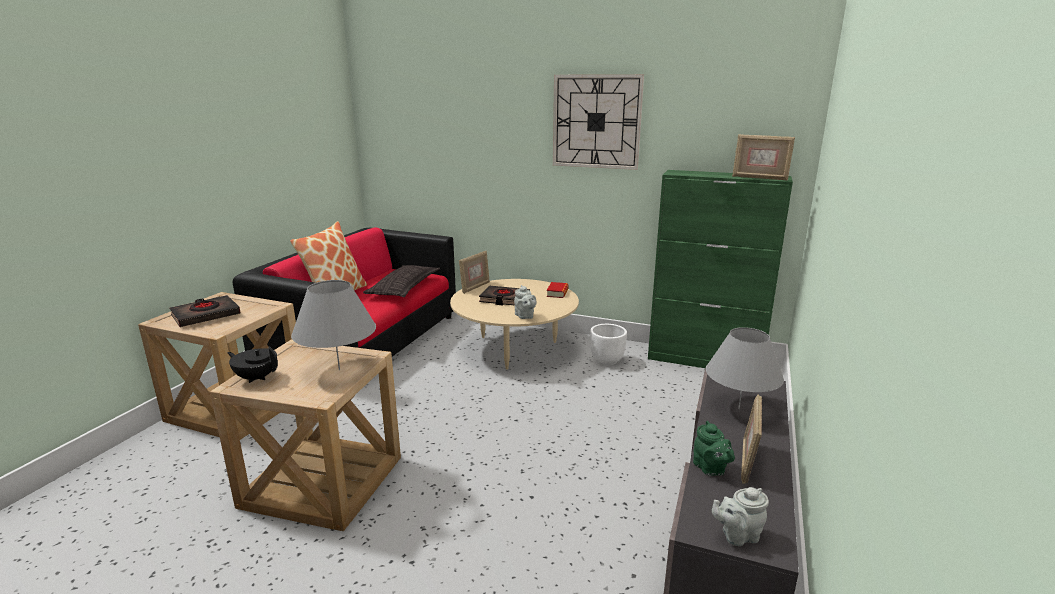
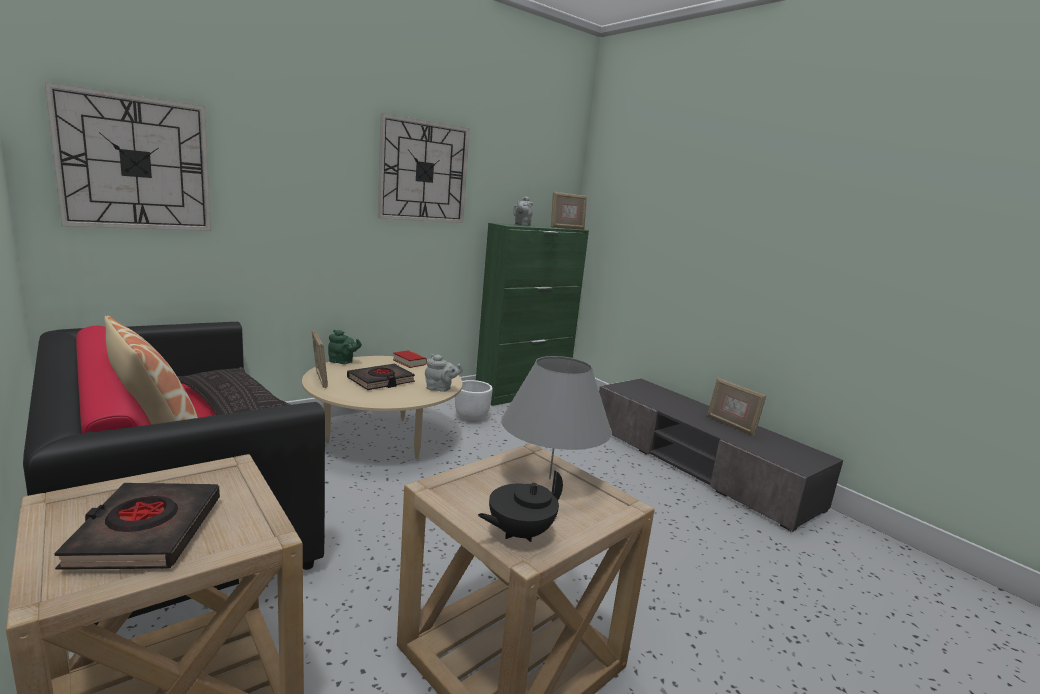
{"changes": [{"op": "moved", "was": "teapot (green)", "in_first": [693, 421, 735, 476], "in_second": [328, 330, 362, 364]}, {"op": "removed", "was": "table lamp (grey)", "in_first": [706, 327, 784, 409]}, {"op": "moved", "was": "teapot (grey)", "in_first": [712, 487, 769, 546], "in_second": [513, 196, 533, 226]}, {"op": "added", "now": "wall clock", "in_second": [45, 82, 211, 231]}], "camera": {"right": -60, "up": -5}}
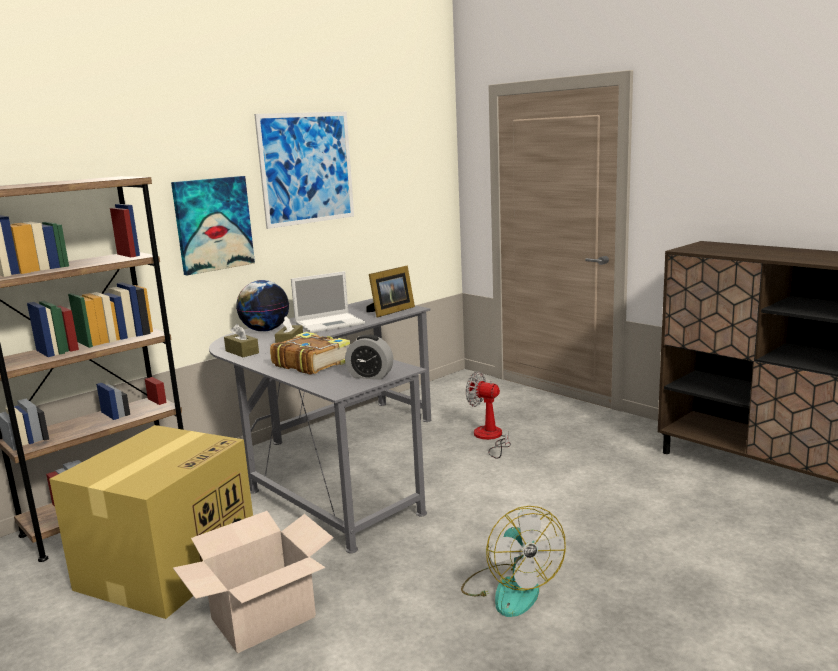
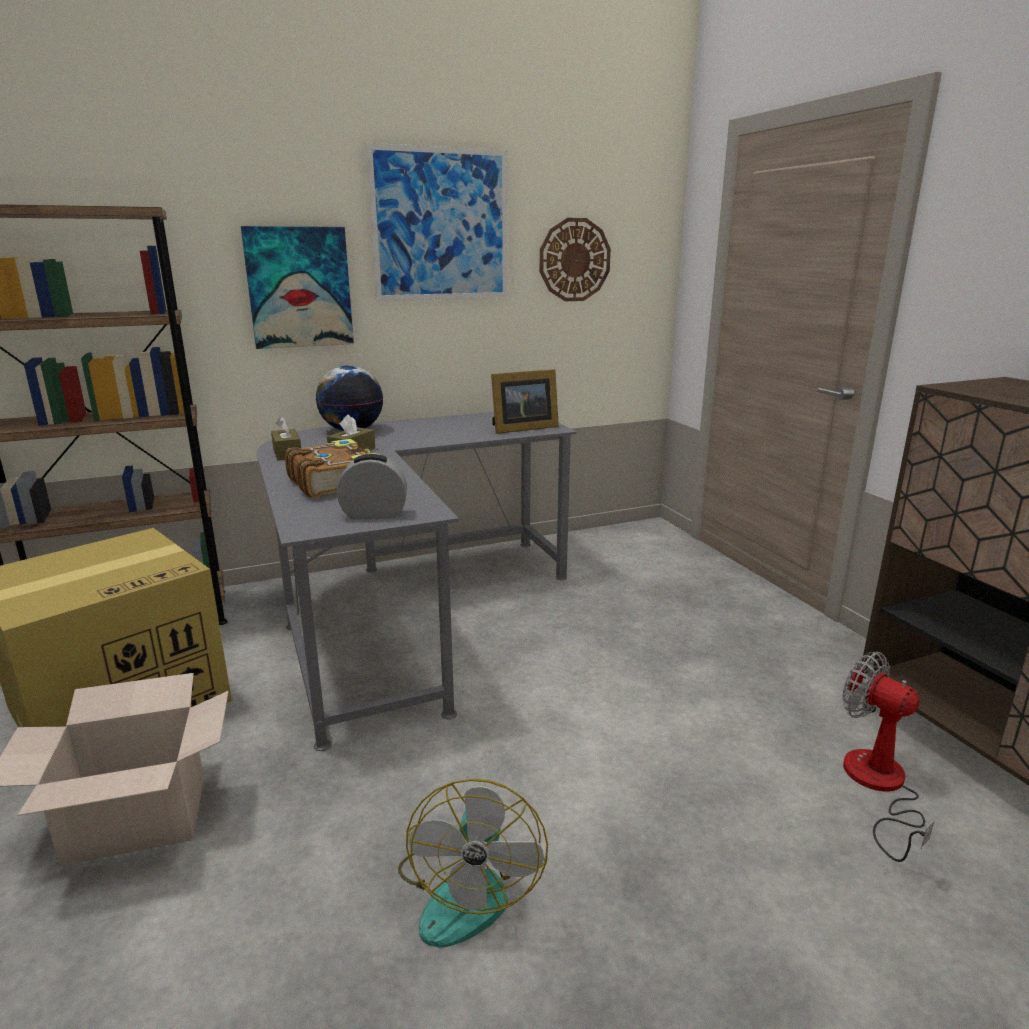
{"changes": [{"op": "removed", "was": "laptop", "in_first": [291, 271, 365, 333]}, {"op": "turned", "was": "alarm clock", "in_first": [345, 334, 393, 380], "in_second": [337, 454, 407, 520], "clockwise": 135}, {"op": "moved", "was": "fan", "in_first": [466, 371, 511, 459], "in_second": [843, 651, 935, 862]}, {"op": "added", "now": "wall clock", "in_second": [540, 218, 611, 301]}], "camera": {"right": 20, "up": 5}}
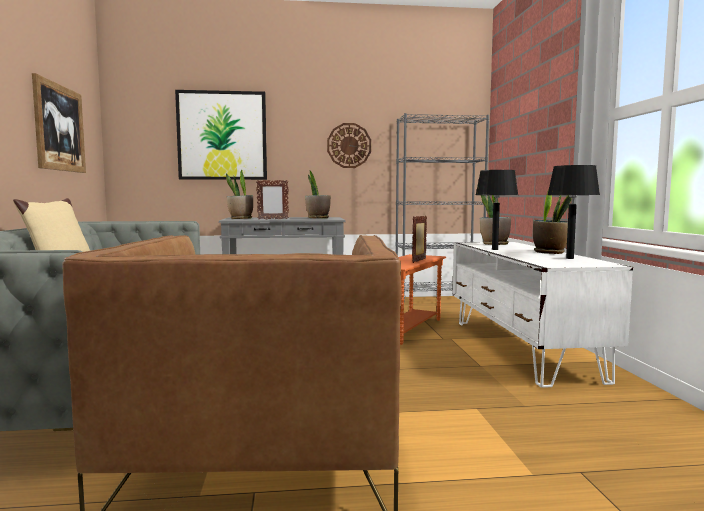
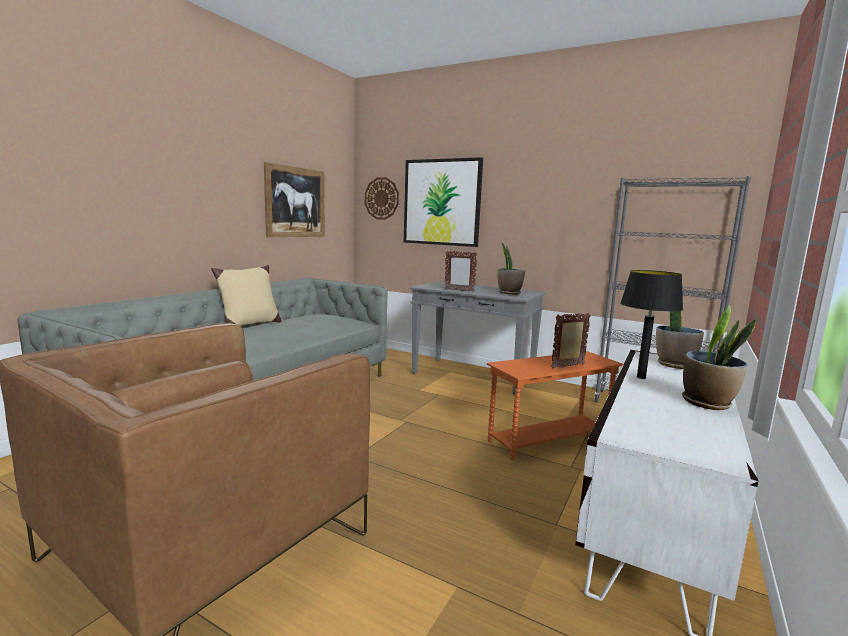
{"changes": [{"op": "removed", "was": "potted plant", "in_first": [226, 170, 253, 219]}, {"op": "moved", "was": "wall clock", "in_first": [327, 123, 371, 168], "in_second": [365, 177, 399, 220]}, {"op": "removed", "was": "table lamp (black)", "in_first": [547, 165, 600, 259]}], "camera": {"right": 35, "up": 5}}
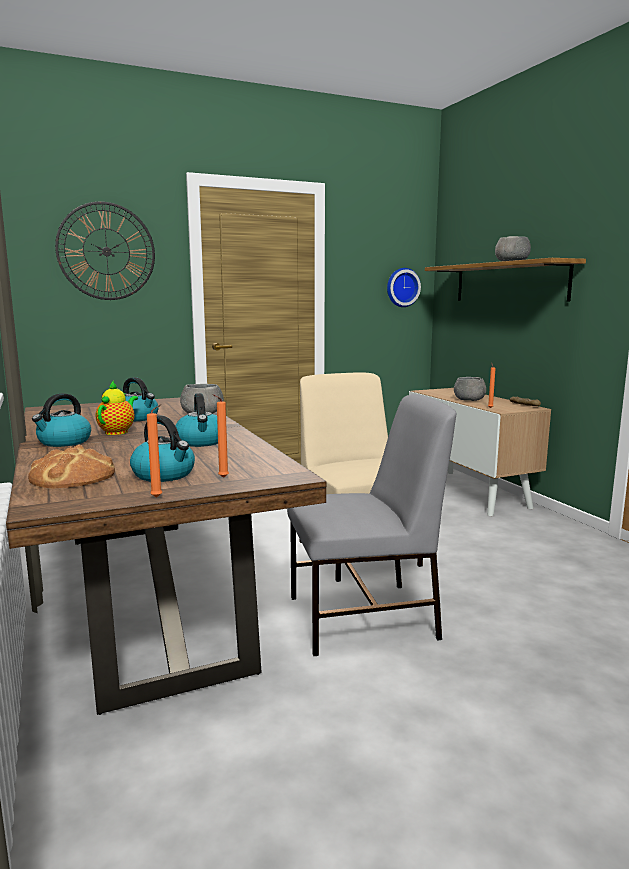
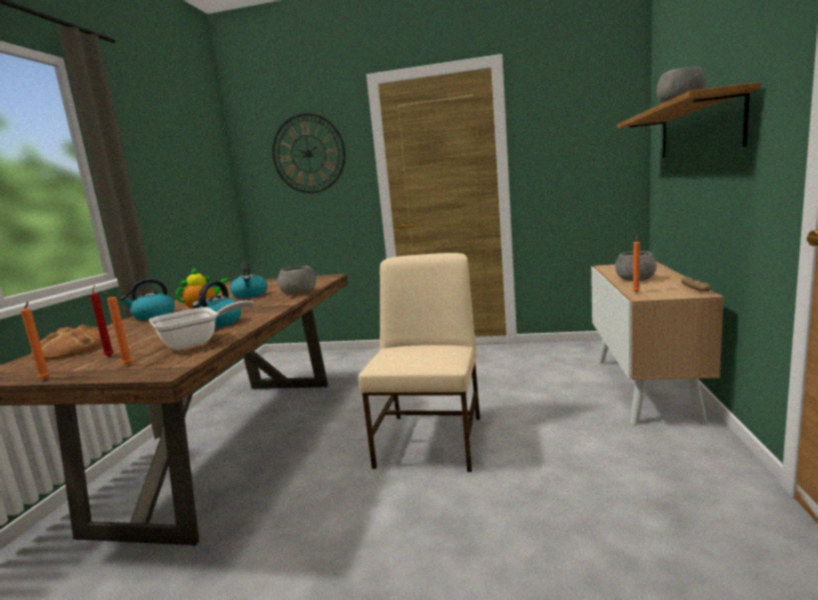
{"changes": [{"op": "replaced", "was": "kettle", "now": "candle (red)", "in_first": [130, 415, 195, 482], "in_second": [90, 285, 114, 357]}, {"op": "removed", "was": "chair (grey)", "in_first": [287, 394, 456, 656]}, {"op": "removed", "was": "wall clock", "in_first": [387, 268, 421, 307]}, {"op": "added", "now": "frying pan", "in_second": [149, 301, 255, 350]}], "camera": {"right": 35, "up": 0}}
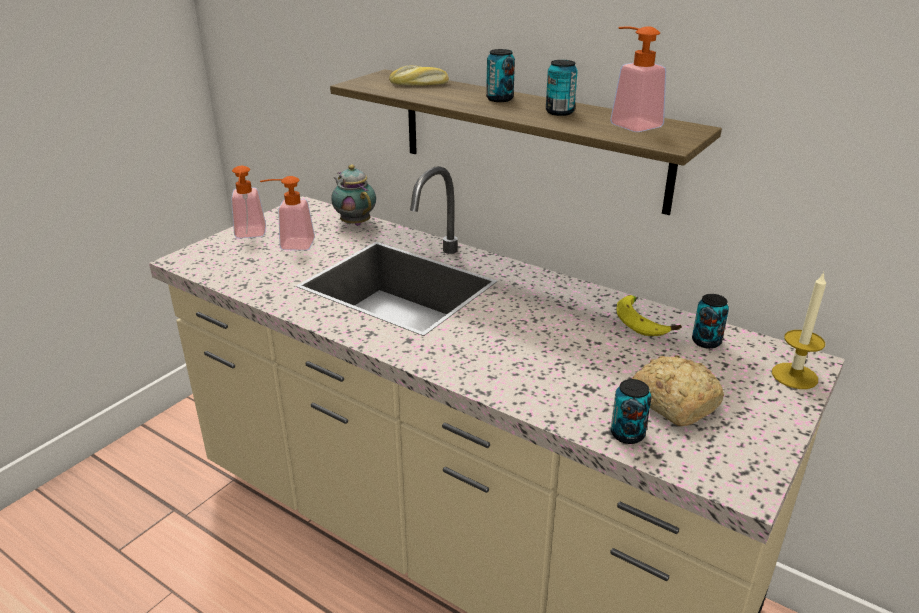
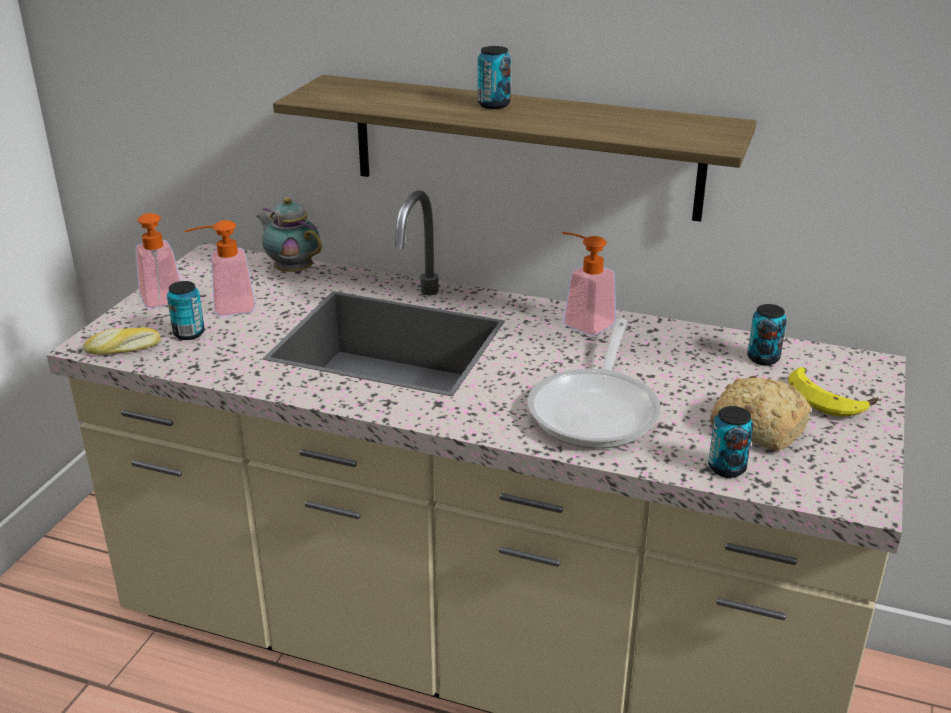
{"changes": [{"op": "moved", "was": "bread", "in_first": [389, 66, 449, 86], "in_second": [83, 327, 161, 355]}, {"op": "moved", "was": "can", "in_first": [546, 60, 578, 116], "in_second": [167, 281, 205, 340]}, {"op": "moved", "was": "soap dispenser", "in_first": [610, 26, 666, 132], "in_second": [562, 232, 616, 336]}, {"op": "moved", "was": "banana", "in_first": [616, 295, 682, 336], "in_second": [788, 367, 878, 417]}, {"op": "removed", "was": "candle", "in_first": [772, 272, 826, 389]}, {"op": "added", "now": "frying pan", "in_second": [527, 318, 661, 448]}], "camera": {"right": -15, "up": 0}}
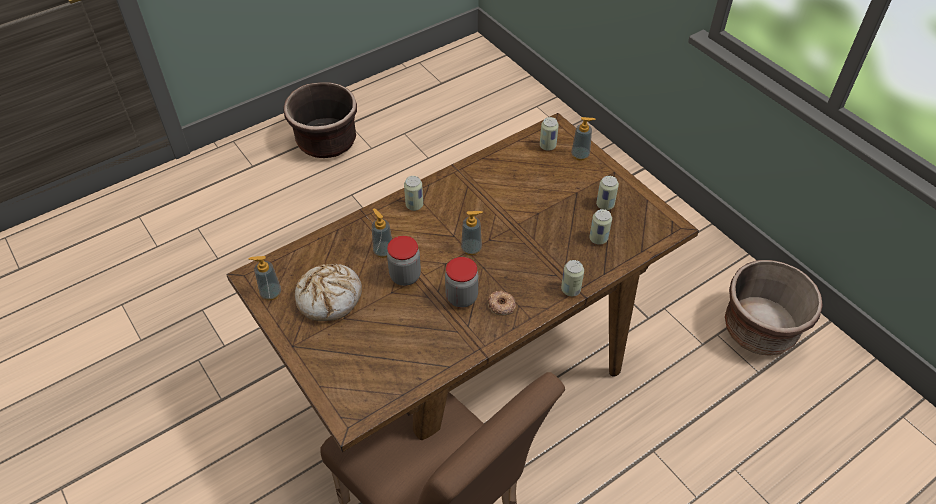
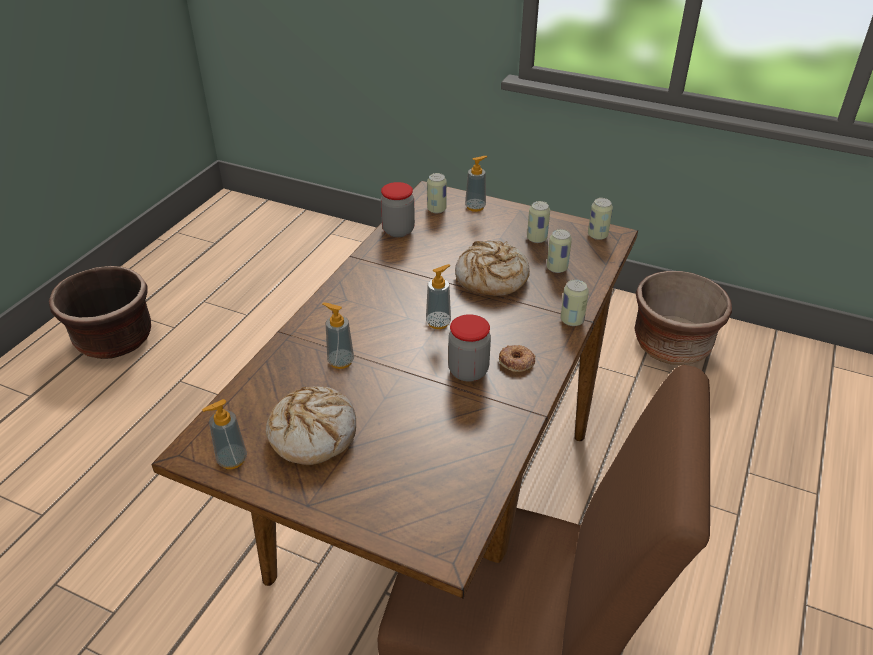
{"changes": [{"op": "moved", "was": "jar", "in_first": [387, 236, 421, 286], "in_second": [381, 182, 415, 237]}, {"op": "moved", "was": "can", "in_first": [404, 176, 423, 211], "in_second": [588, 198, 613, 240]}, {"op": "added", "now": "bread", "in_second": [455, 241, 530, 296]}], "camera": {"right": -30, "up": -10}}
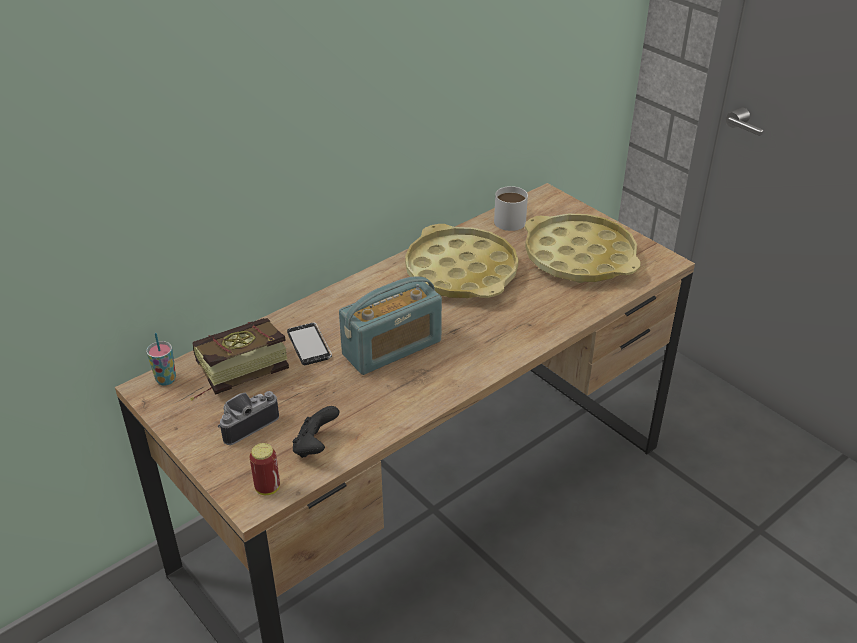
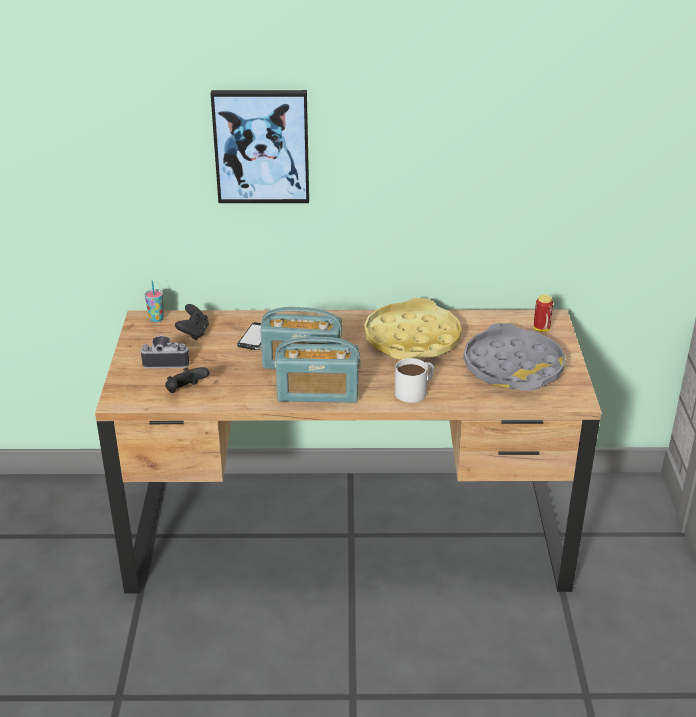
{"changes": [{"op": "replaced", "was": "book", "now": "game controller (black)", "in_first": [190, 318, 289, 401], "in_second": [175, 304, 209, 340]}, {"op": "moved", "was": "can", "in_first": [249, 443, 280, 495], "in_second": [534, 295, 553, 332]}, {"op": "moved", "was": "mug (white)", "in_first": [494, 186, 528, 231], "in_second": [395, 358, 434, 403]}, {"op": "recoloured", "was": "tray (yellow)", "now": "tray (grey)", "in_first": [525, 214, 641, 283], "in_second": [463, 323, 565, 391]}, {"op": "added", "now": "picture", "in_second": [211, 90, 309, 203]}, {"op": "added", "now": "radio", "in_second": [275, 337, 360, 403]}], "camera": {"right": 40, "up": -5}}
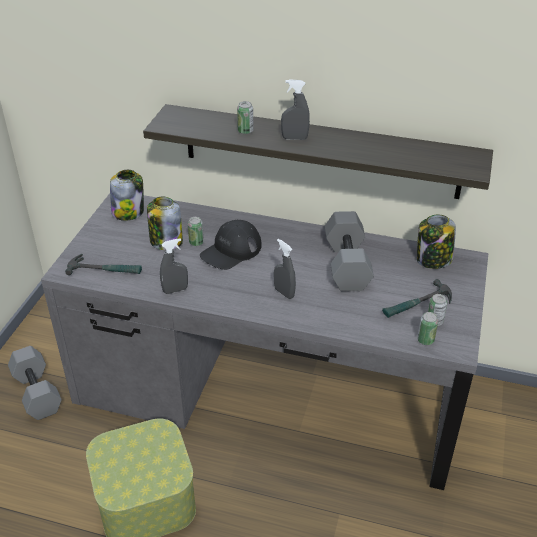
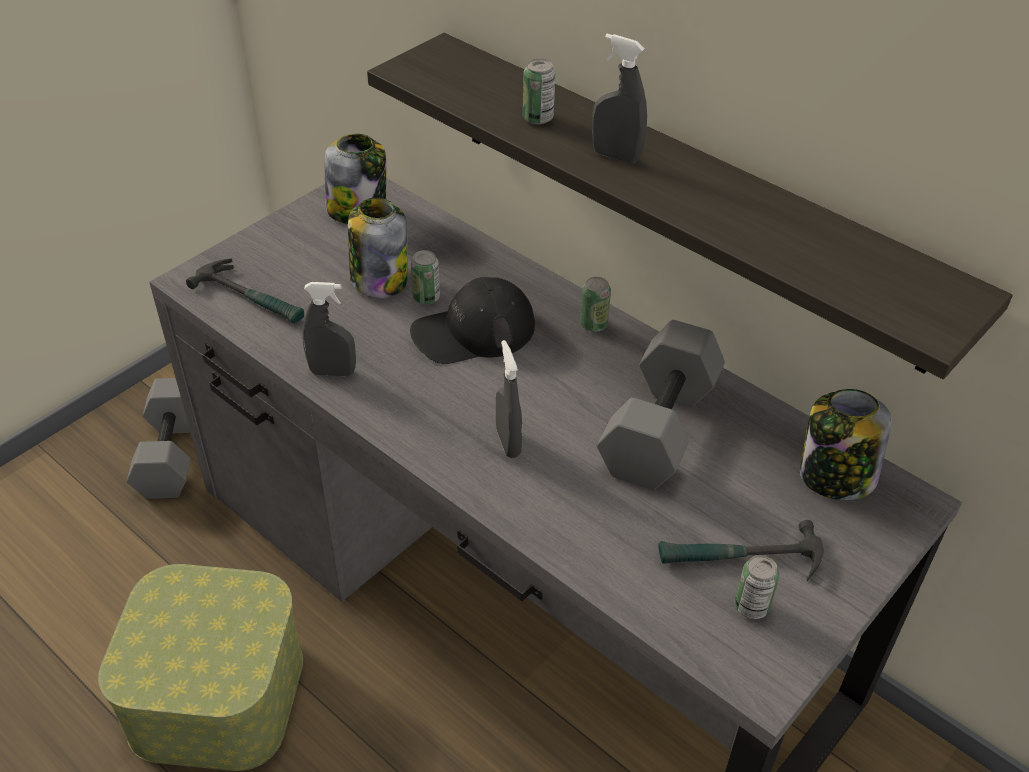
{"changes": [{"op": "moved", "was": "can", "in_first": [417, 312, 438, 345], "in_second": [580, 277, 611, 332]}], "camera": {"right": 25, "up": 5}}
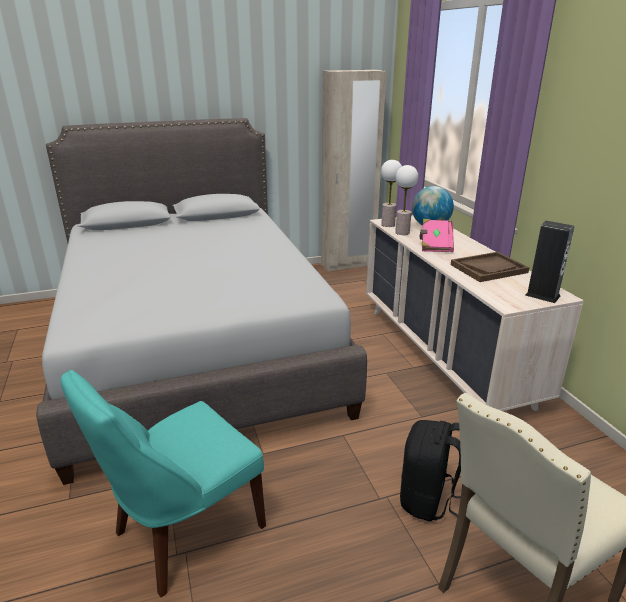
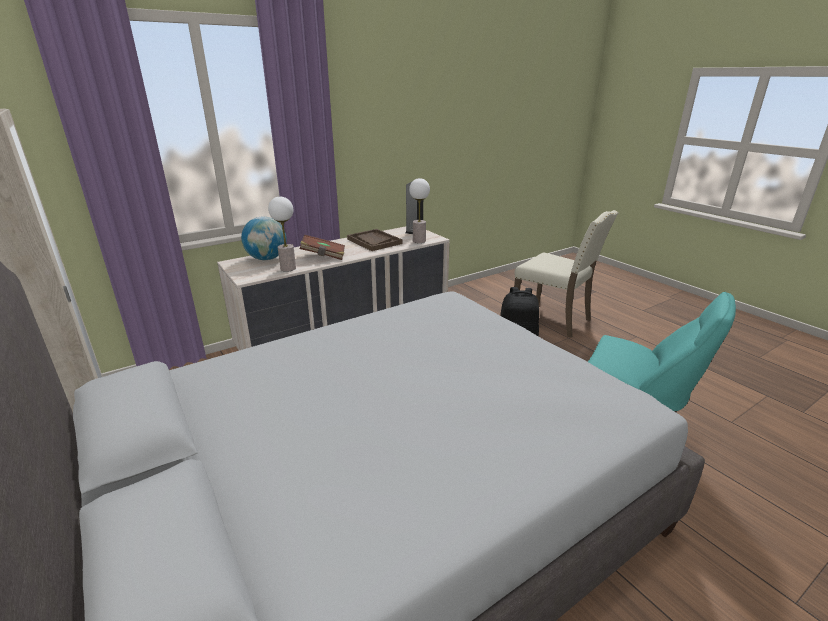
{"changes": [{"op": "moved", "was": "table lamp", "in_first": [381, 160, 402, 227], "in_second": [409, 178, 430, 243]}, {"op": "recoloured", "was": "book (pink)", "now": "book (brown)", "in_first": [420, 219, 454, 252], "in_second": [300, 234, 345, 260]}], "camera": {"right": -105, "up": 0}}
